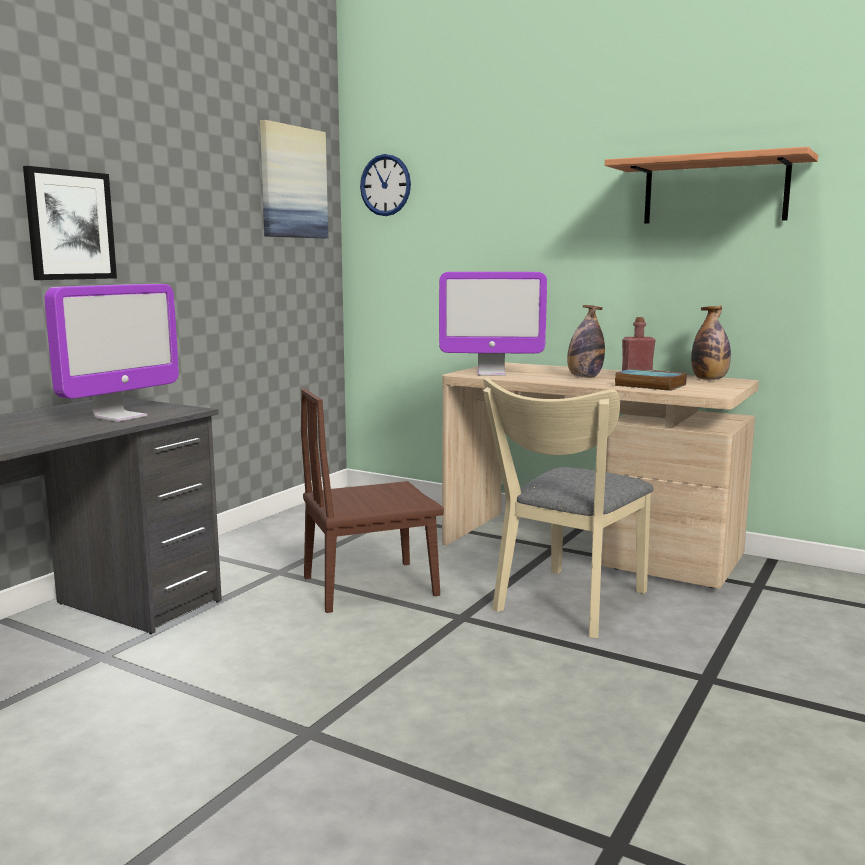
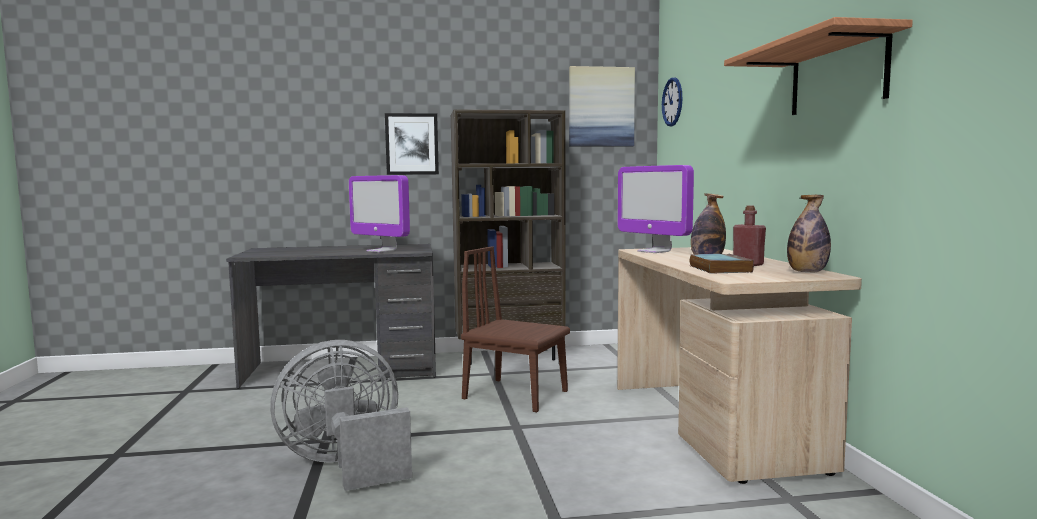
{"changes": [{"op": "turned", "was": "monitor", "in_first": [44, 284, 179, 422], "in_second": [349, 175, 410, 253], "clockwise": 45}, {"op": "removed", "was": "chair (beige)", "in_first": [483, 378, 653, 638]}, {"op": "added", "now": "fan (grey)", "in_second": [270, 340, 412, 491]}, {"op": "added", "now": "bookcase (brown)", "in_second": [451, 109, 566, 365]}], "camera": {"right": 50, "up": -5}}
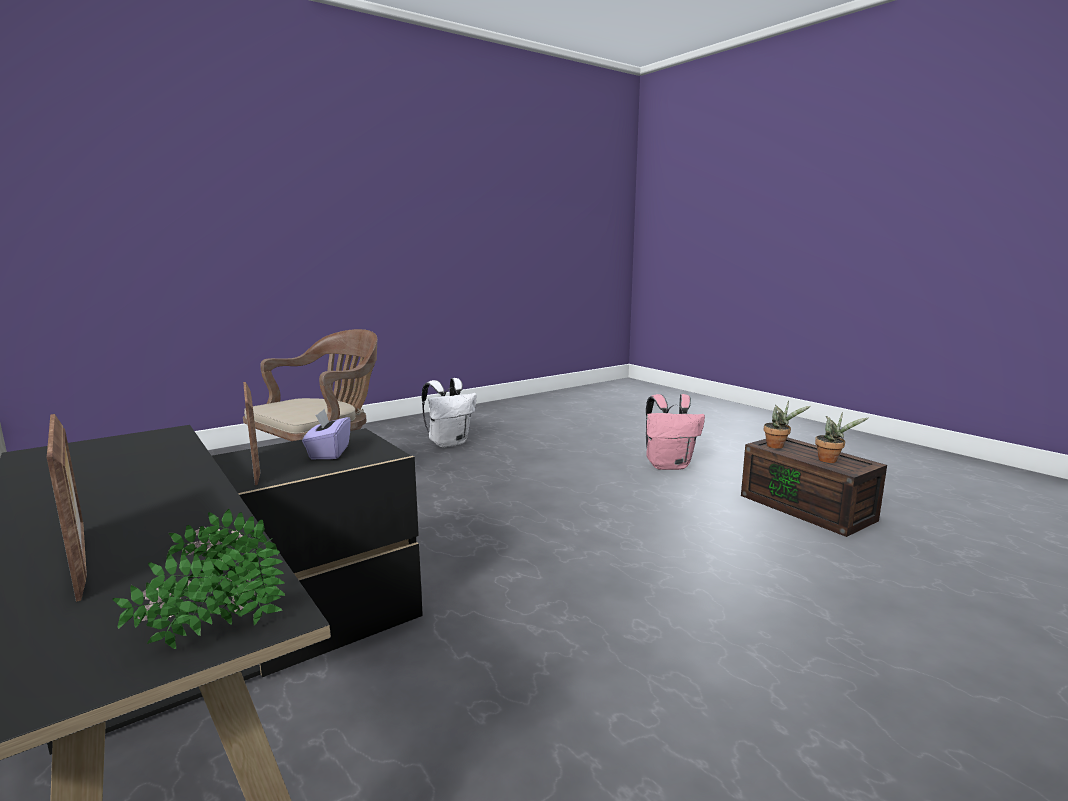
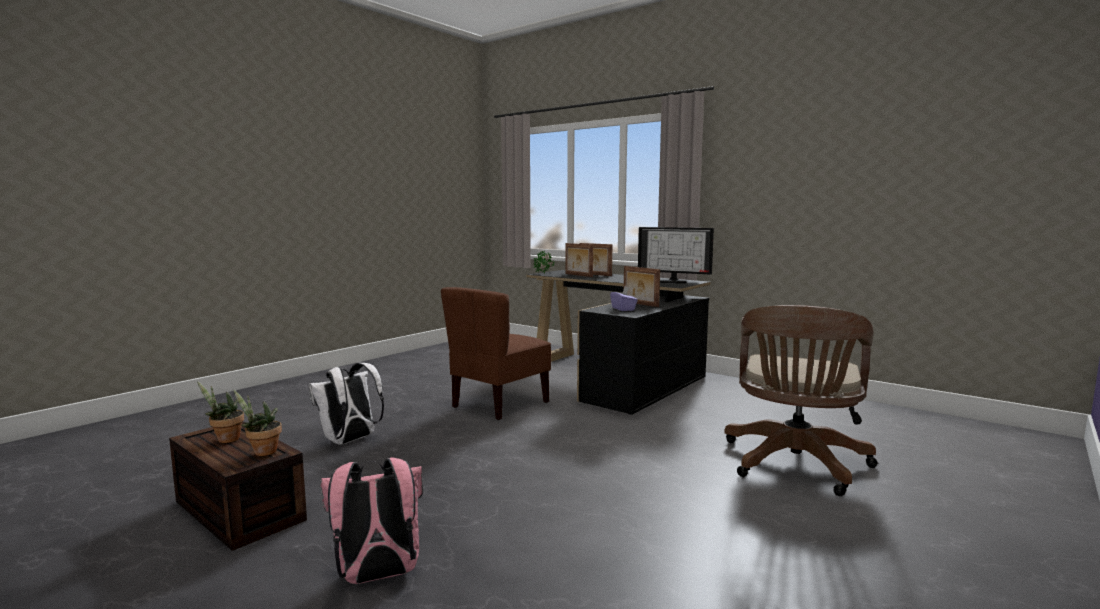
{"changes": [{"op": "moved", "was": "backpack (white)", "in_first": [422, 378, 476, 448], "in_second": [308, 363, 384, 445]}, {"op": "added", "now": "chair (brown)", "in_second": [441, 287, 551, 420]}, {"op": "added", "now": "picture frame", "in_second": [565, 243, 593, 277]}, {"op": "added", "now": "monitor", "in_second": [638, 227, 714, 284]}], "camera": {"right": 165, "up": -5}}
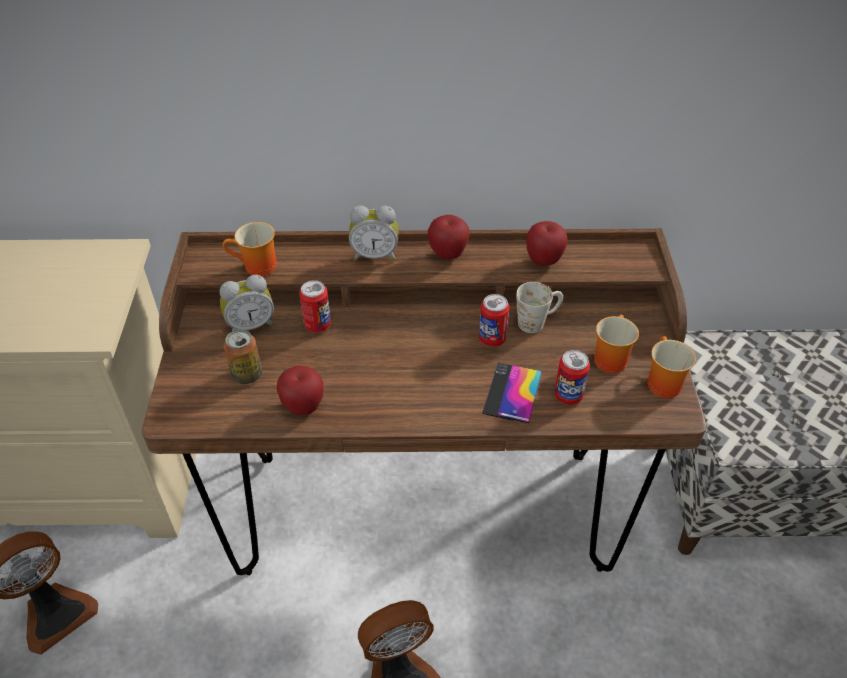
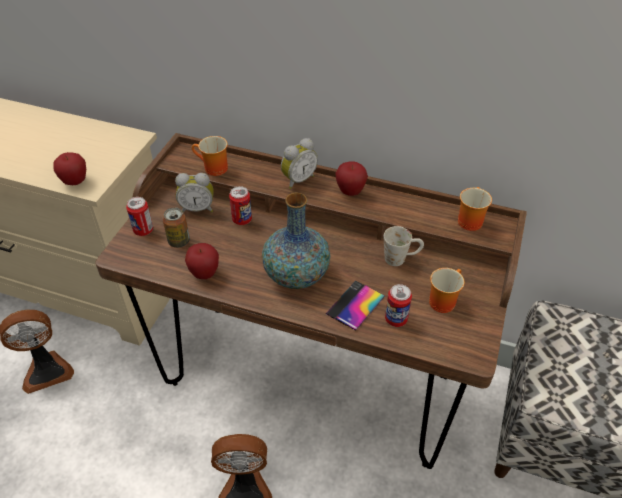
{"changes": [{"op": "turned", "was": "alarm clock", "in_first": [349, 206, 399, 261], "in_second": [281, 138, 318, 189], "clockwise": -60}, {"op": "moved", "was": "can", "in_first": [479, 294, 509, 347], "in_second": [126, 197, 153, 236]}, {"op": "moved", "was": "apple", "in_first": [527, 221, 568, 266], "in_second": [53, 152, 86, 185]}, {"op": "moved", "was": "mug", "in_first": [648, 336, 696, 398], "in_second": [458, 187, 492, 231]}, {"op": "added", "now": "vase", "in_second": [262, 192, 331, 289]}], "camera": {"right": 20, "up": 0}}
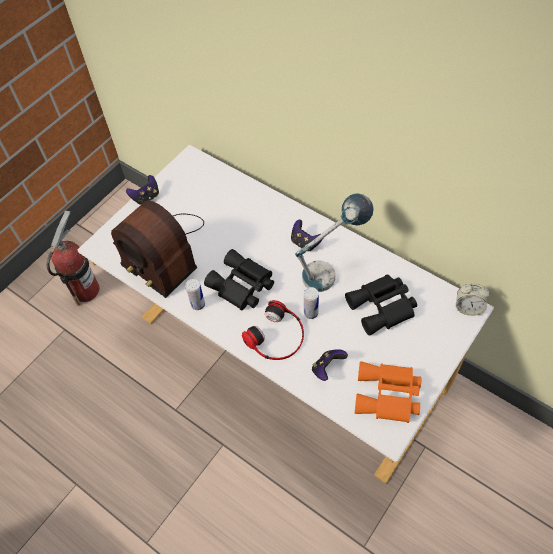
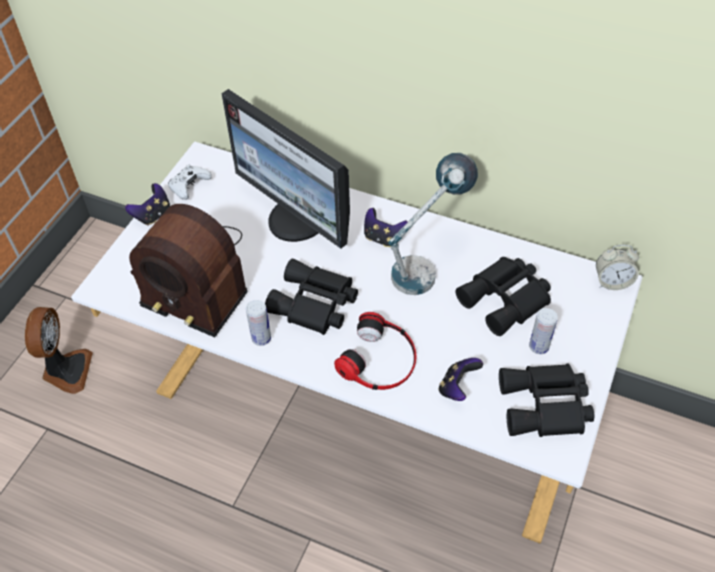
{"changes": [{"op": "replaced", "was": "fire extinguisher", "now": "fan", "in_first": [46, 211, 99, 306], "in_second": [25, 307, 93, 394]}, {"op": "moved", "was": "can", "in_first": [304, 287, 319, 319], "in_second": [529, 308, 558, 354]}, {"op": "recoloured", "was": "binoculars (orange)", "now": "binoculars (black)", "in_first": [355, 361, 421, 423], "in_second": [499, 364, 594, 437]}, {"op": "added", "now": "game controller (white)", "in_second": [168, 165, 212, 200]}, {"op": "added", "now": "monitor", "in_second": [221, 89, 350, 249]}], "camera": {"right": -15, "up": -5}}
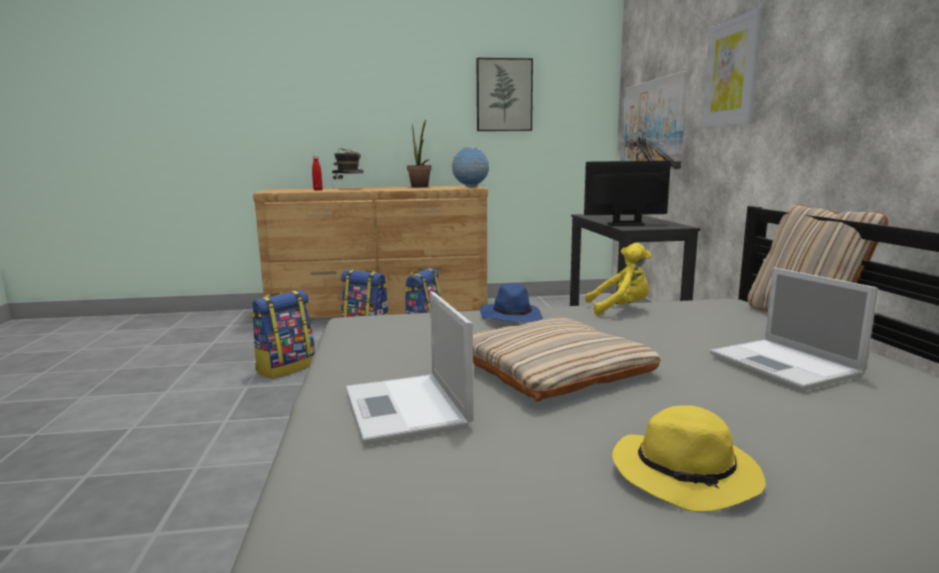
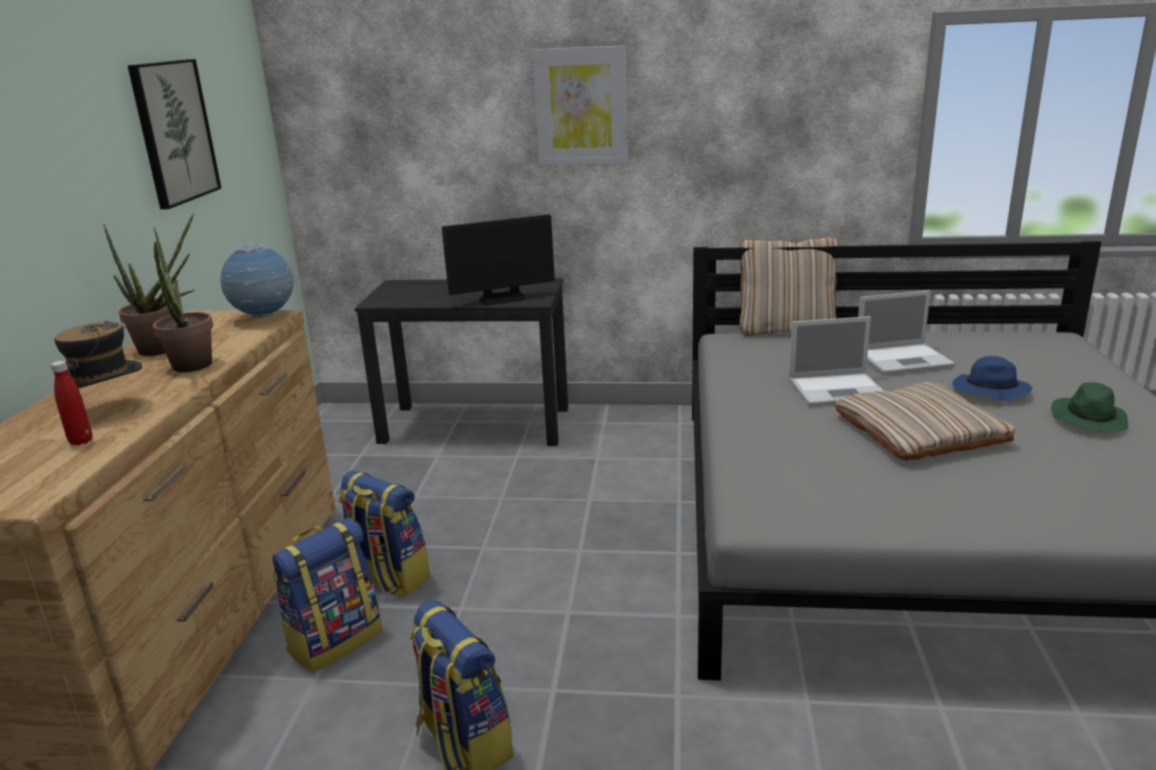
{"changes": [{"op": "moved", "was": "laptop", "in_first": [346, 292, 474, 445], "in_second": [789, 316, 884, 406]}, {"op": "moved", "was": "hat (blue)", "in_first": [480, 283, 543, 322], "in_second": [952, 356, 1032, 401]}, {"op": "turned", "was": "monitor", "in_first": [584, 161, 671, 226], "in_second": [442, 214, 555, 305], "clockwise": -120}, {"op": "removed", "was": "plush toy (yellow)", "in_first": [585, 243, 652, 316]}, {"op": "recoloured", "was": "hat (yellow)", "now": "hat (green)", "in_first": [612, 405, 765, 512], "in_second": [1051, 382, 1129, 432]}, {"op": "removed", "was": "picture", "in_first": [621, 71, 688, 169]}, {"op": "added", "now": "potted plant", "in_second": [153, 227, 213, 372]}], "camera": {"right": -75, "up": 10}}
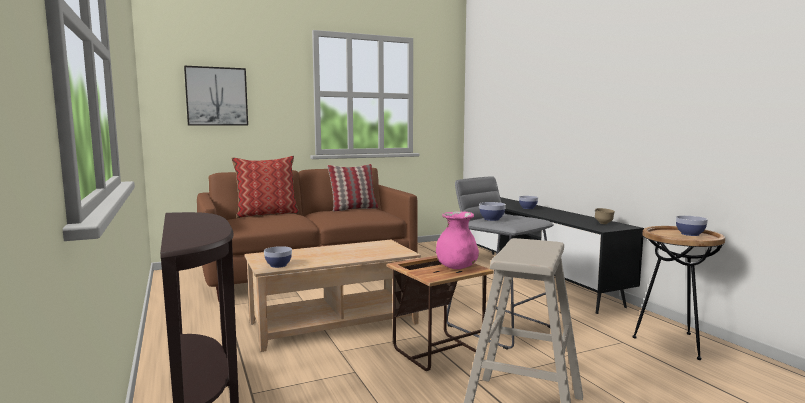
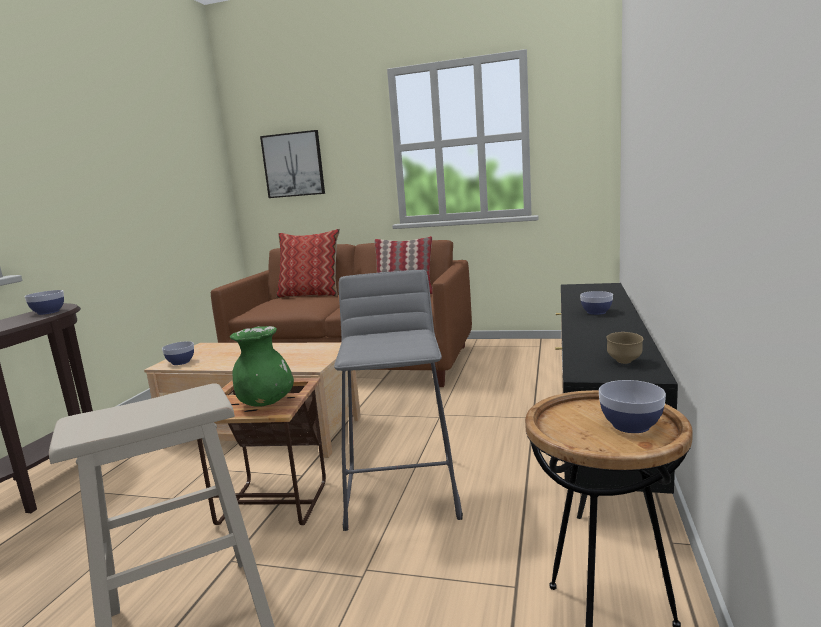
{"changes": [{"op": "recoloured", "was": "vase (pink)", "now": "vase (green)", "in_first": [436, 212, 479, 269], "in_second": [230, 326, 294, 407]}, {"op": "moved", "was": "bowl", "in_first": [479, 202, 506, 221], "in_second": [25, 290, 64, 315]}], "camera": {"right": 40, "up": 5}}
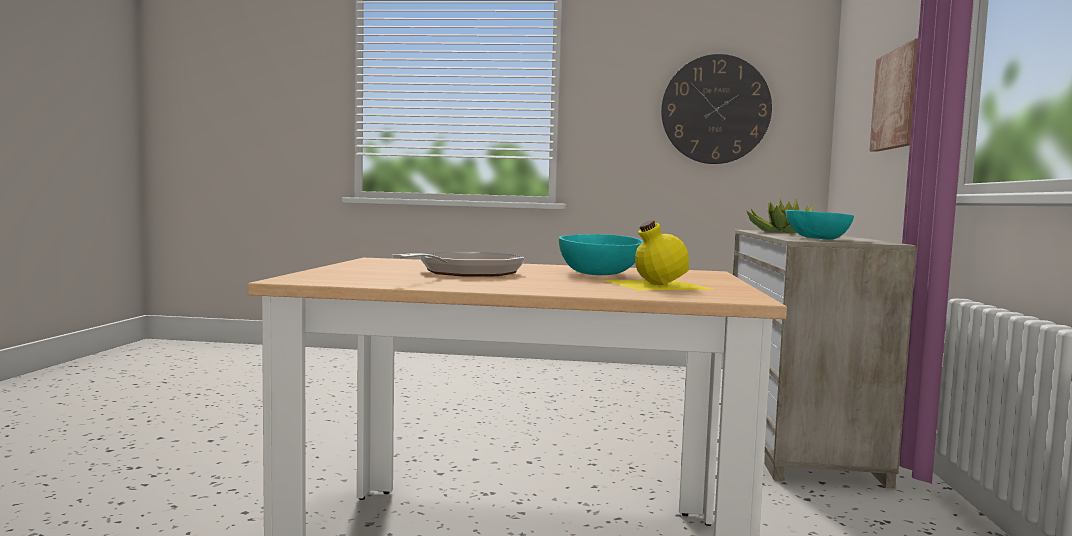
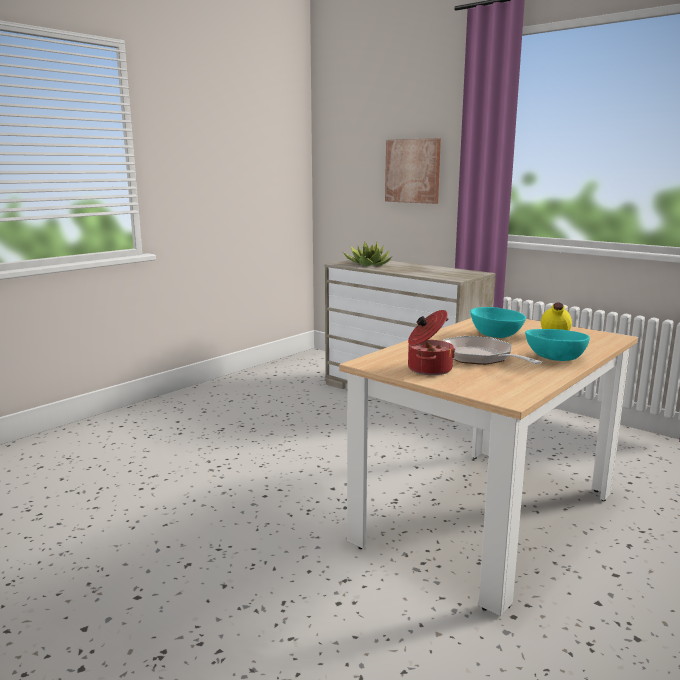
{"changes": [{"op": "removed", "was": "wall clock", "in_first": [661, 54, 772, 164]}, {"op": "moved", "was": "bowl (turquoise)", "in_first": [786, 210, 854, 239], "in_second": [525, 329, 590, 361]}, {"op": "added", "now": "cooking pot", "in_second": [408, 310, 455, 375]}], "camera": {"right": -55, "up": 10}}
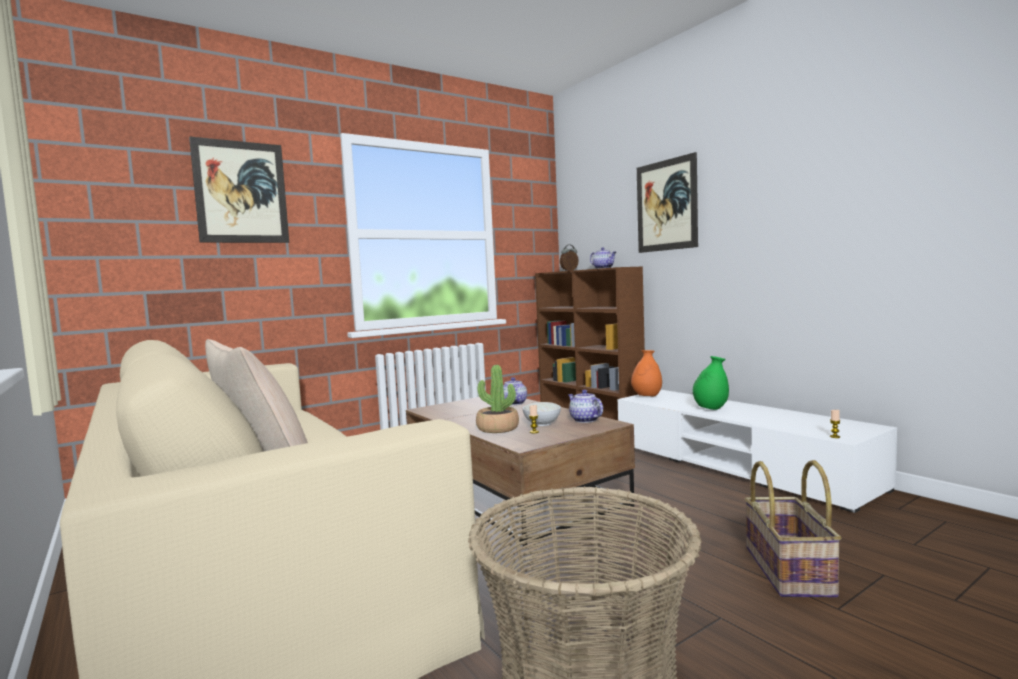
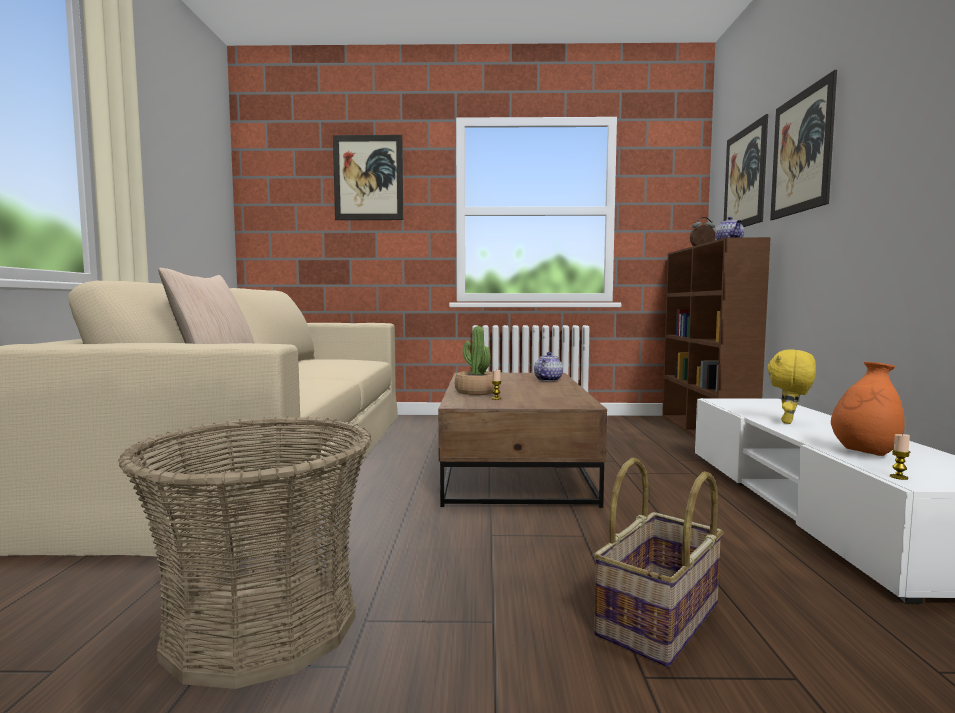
{"changes": [{"op": "removed", "was": "bowl (white)", "in_first": [523, 402, 561, 426]}, {"op": "removed", "was": "teapot", "in_first": [568, 390, 603, 423]}, {"op": "moved", "was": "vase (orange)", "in_first": [631, 350, 662, 397], "in_second": [831, 362, 905, 456]}, {"op": "replaced", "was": "vase (green)", "now": "plush toy (yellow)", "in_first": [693, 356, 729, 410], "in_second": [767, 349, 816, 424]}, {"op": "added", "now": "picture", "in_second": [724, 114, 768, 227]}], "camera": {"right": 35, "up": 0}}
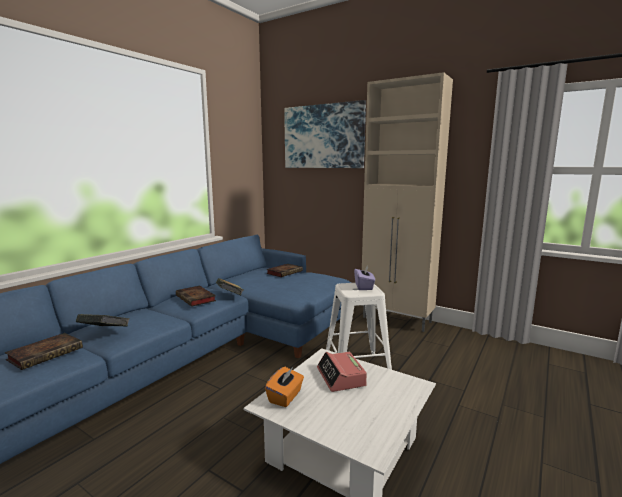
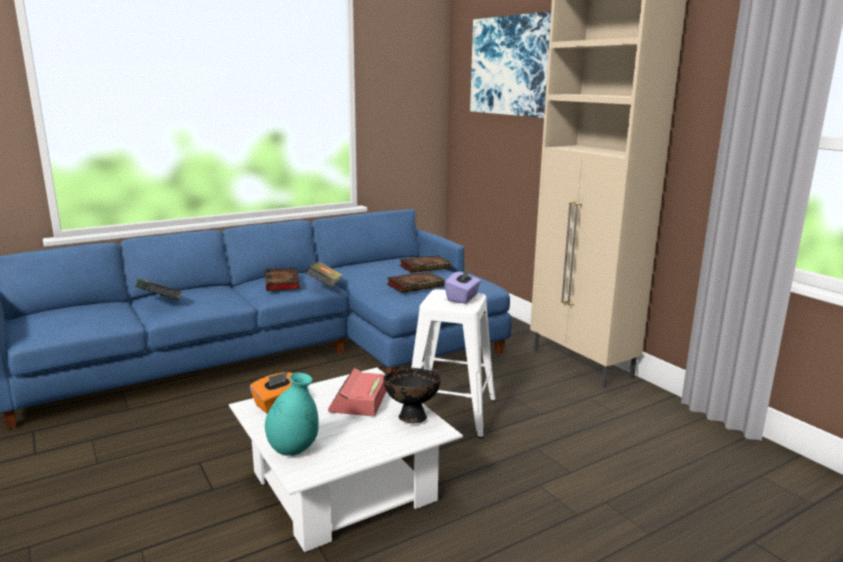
{"changes": [{"op": "moved", "was": "book", "in_first": [5, 333, 83, 370], "in_second": [387, 272, 445, 293]}, {"op": "added", "now": "vase (turquoise)", "in_second": [265, 373, 319, 456]}, {"op": "added", "now": "bowl (black)", "in_second": [383, 368, 441, 423]}], "camera": {"right": 25, "up": 5}}
